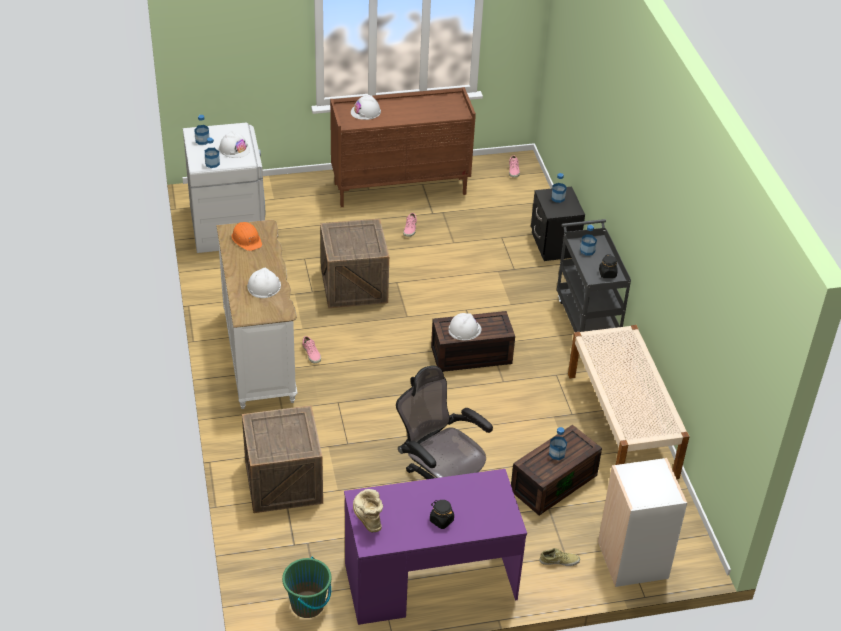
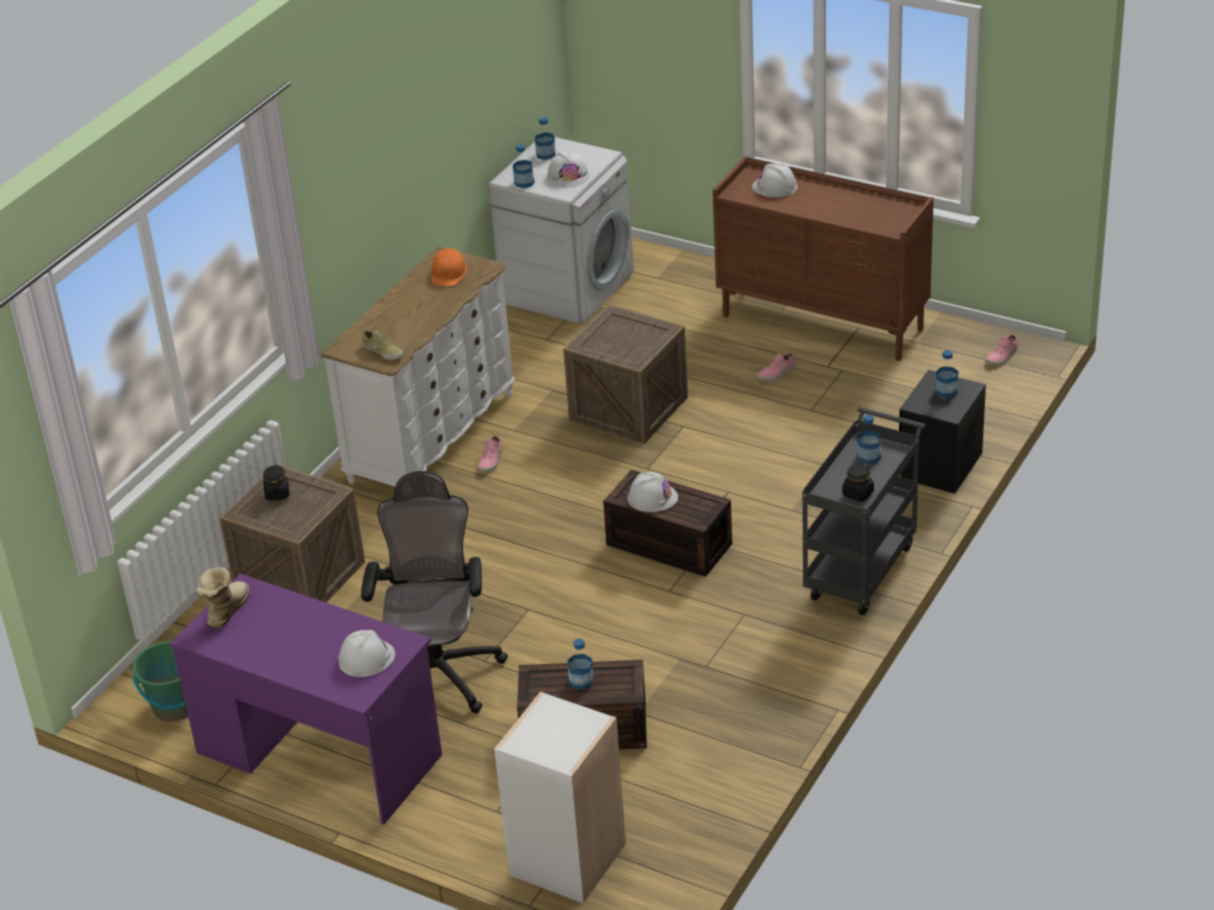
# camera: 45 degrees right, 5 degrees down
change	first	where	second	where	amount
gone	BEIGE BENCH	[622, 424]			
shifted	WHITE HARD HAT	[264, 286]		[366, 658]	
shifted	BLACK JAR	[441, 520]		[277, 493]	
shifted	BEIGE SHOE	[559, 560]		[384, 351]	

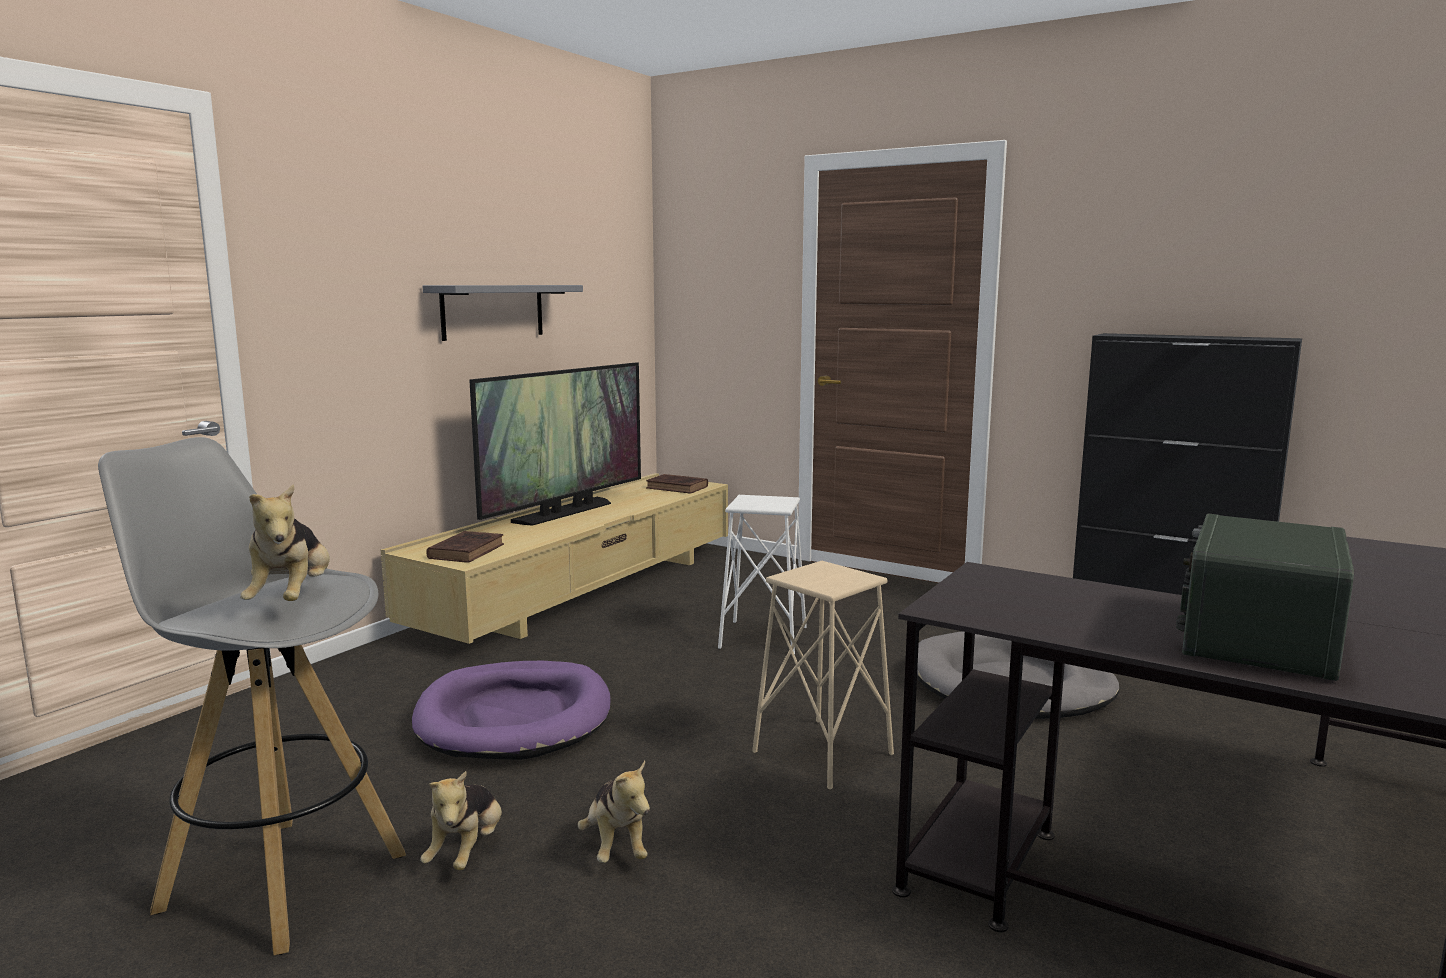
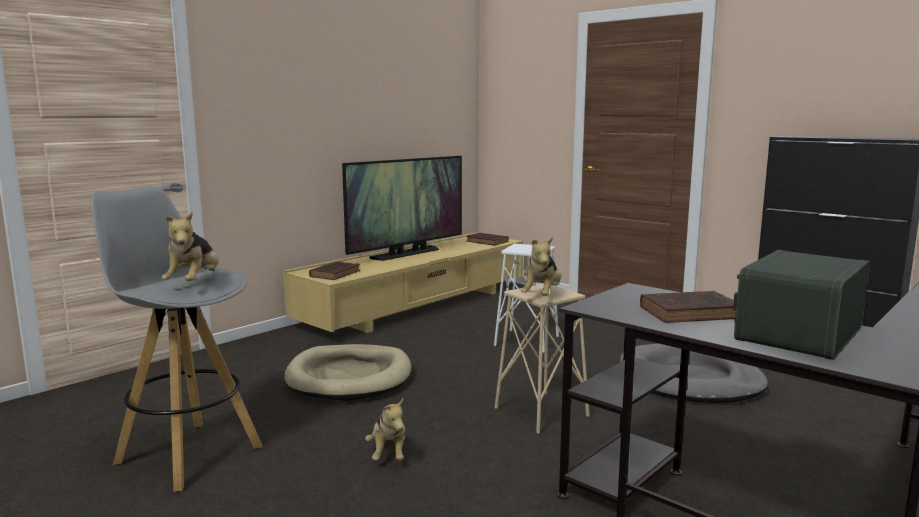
# camera: 10 degrees right, 0 degrees up
change	first	where	second	where	amount
gone	GREY SHELF	[493, 311]			
new			BROWN BOOK	[692, 312]	
shifted	PLUSH TOY	[467, 852]		[542, 296]	
repainted	PURPLE DOG BED	[514, 717]	BEIGE DOG BED	[350, 377]	

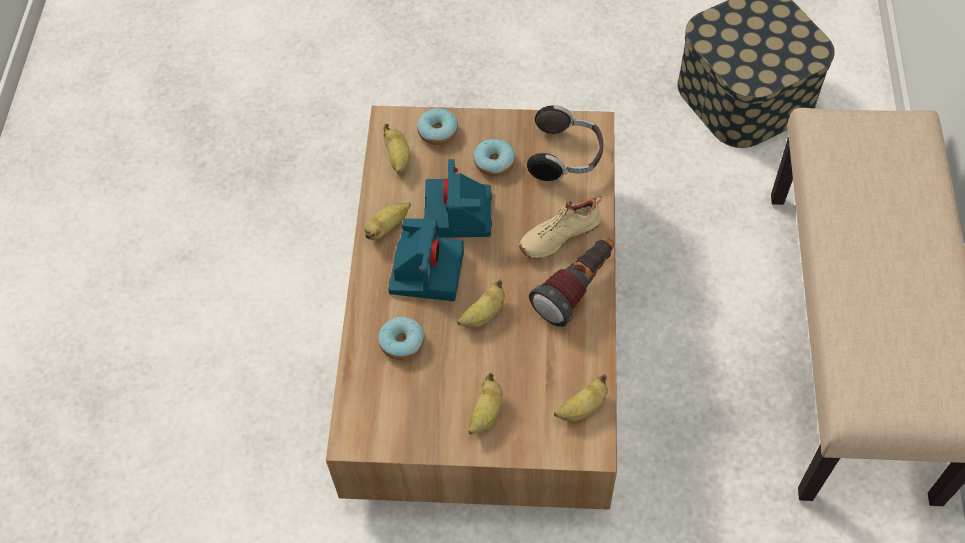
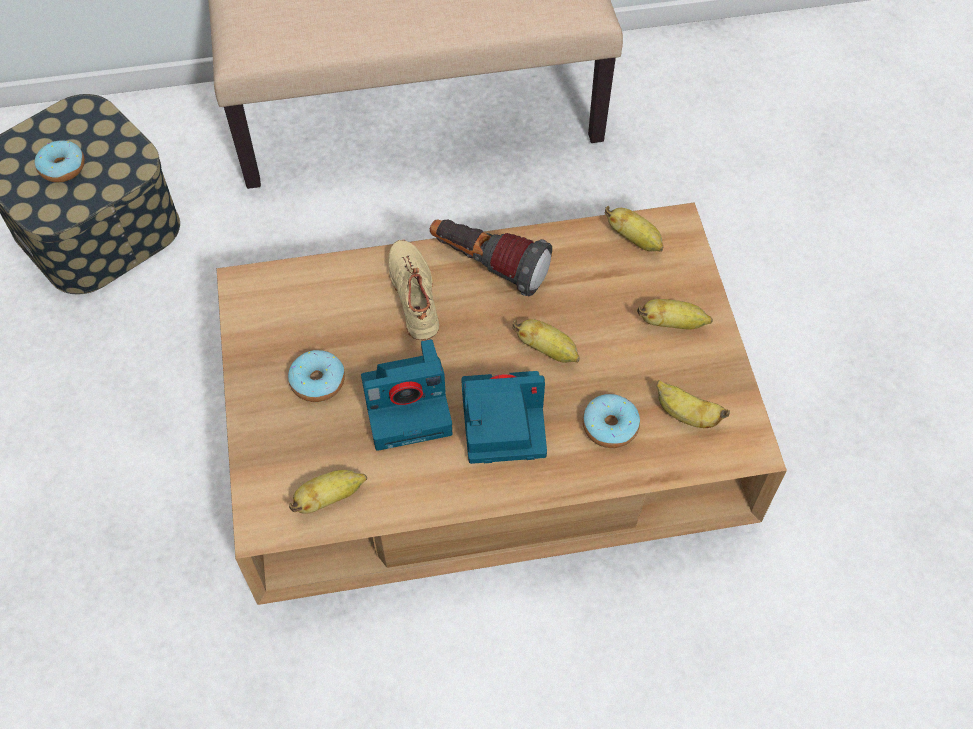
# camera: 105 degrees left, 0 degrees up
change	first	where	second	where	amount
gone	HEADPHONES	[566, 157]			
shifted	BANANA	[387, 227]		[685, 414]	
shifted	DONUT	[438, 132]		[62, 168]	
rotated	BEIGE SHOE	[558, 234]		[416, 295]	150 degrees counterclockwise

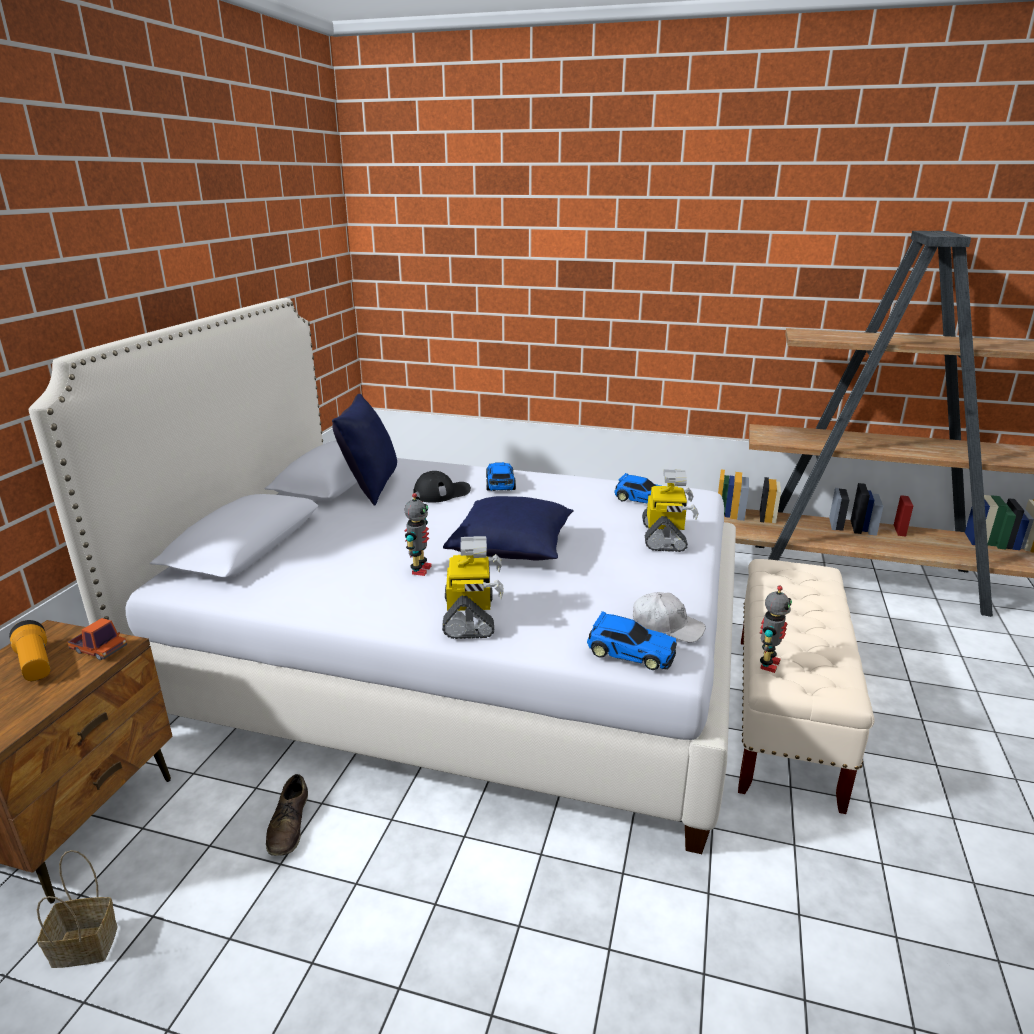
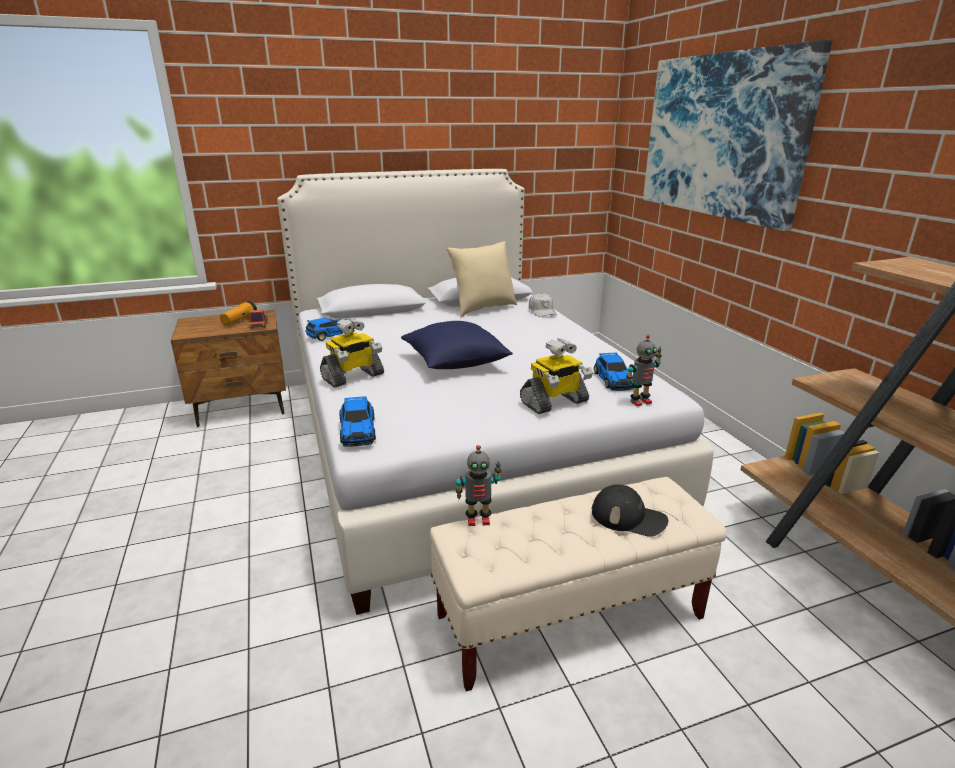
# camera: 55 degrees right, 0 degrees up
change	first	where	second	where	amount
gone	BASKET	[87, 944]			
gone	BROWN SHOE	[289, 825]			
new			PICTURE	[721, 136]	
shifted	TOY ROBOT	[419, 570]		[640, 401]	
shifted	BLACK CAP	[442, 493]		[628, 517]	
shifted	TOY CAR	[500, 483]		[330, 334]	
shifted	WHITE CAP	[666, 626]		[542, 311]	
repainted	BLUE PILLOW	[370, 487]	BEIGE PILLOW	[482, 308]	

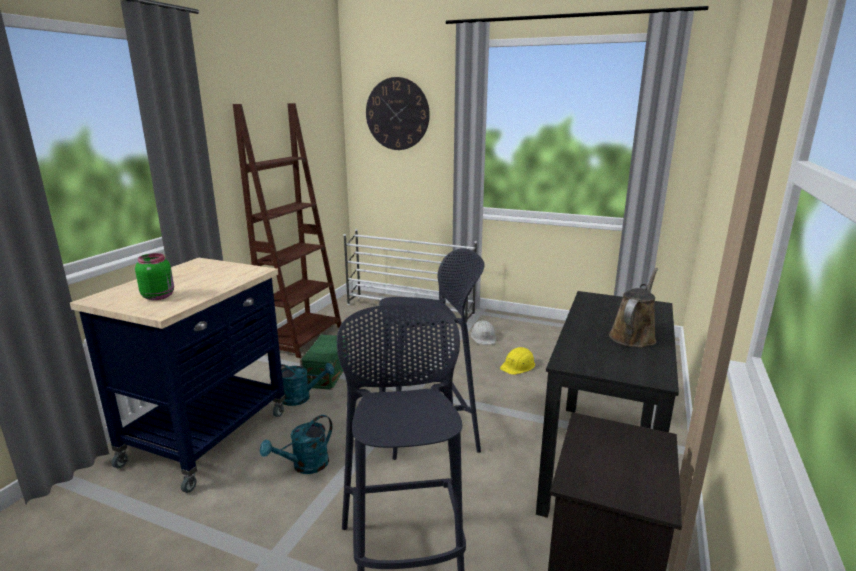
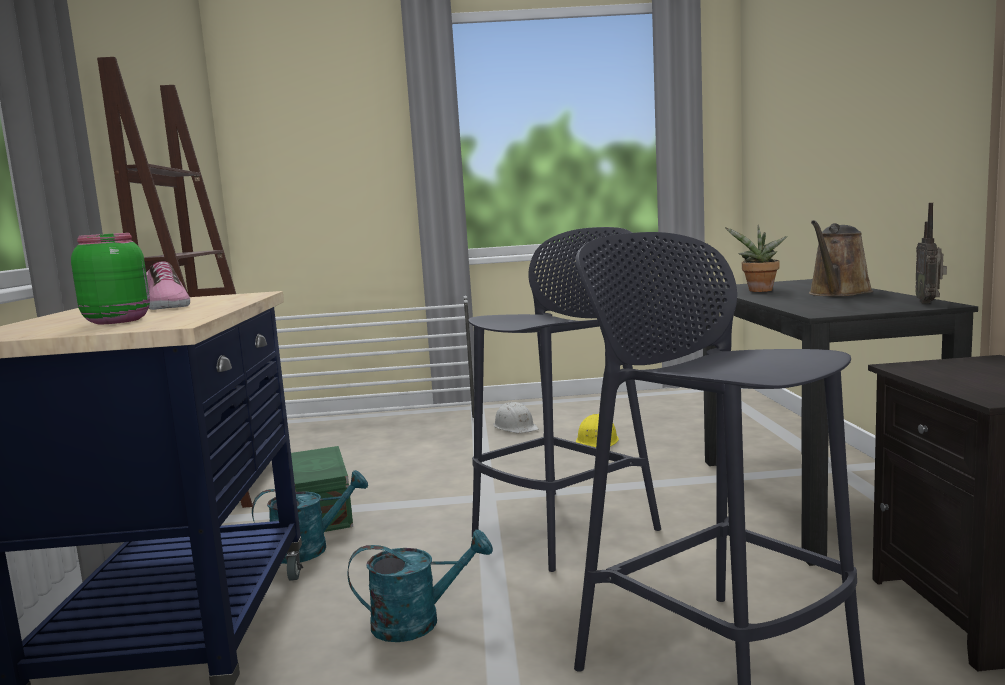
# camera: 25 degrees left, 10 degrees down
change	first	where	second	where	amount
gone	WALL CLOCK	[397, 114]			
new			SHOE	[164, 306]	
new			POTTED PLANT	[759, 291]	
new			RADIO	[929, 302]	
rotated	TURQUOISE WATERING CAN	[305, 466]		[418, 622]	120 degrees counterclockwise
rotated	BROWN WATERING CAN	[633, 336]		[838, 293]	150 degrees counterclockwise

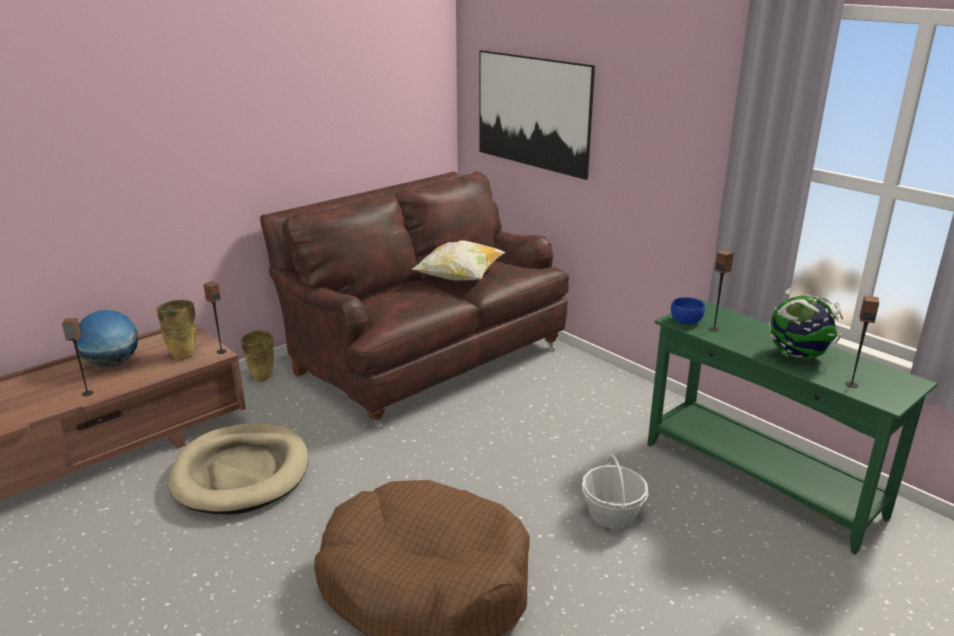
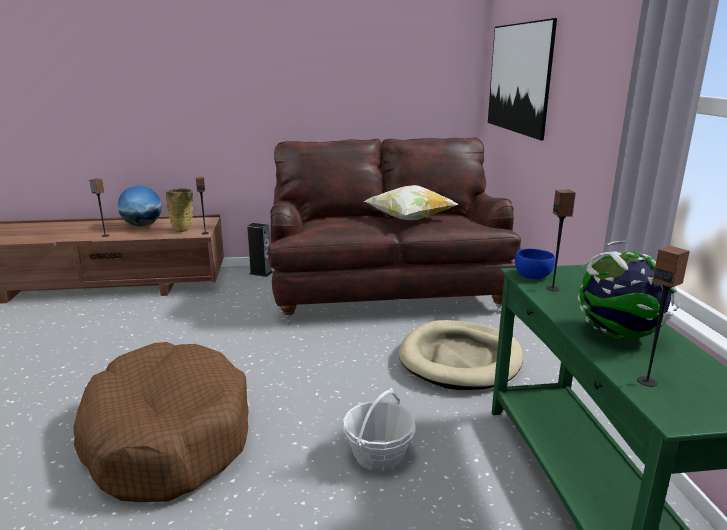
# camera: 35 degrees right, 5 degrees down
change	first	where	second	where	amount
shifted	BEIGE DOG BED	[242, 473]		[460, 359]	
swapped	BEIGE VASE	[262, 379]	SPEAKER	[261, 273]	

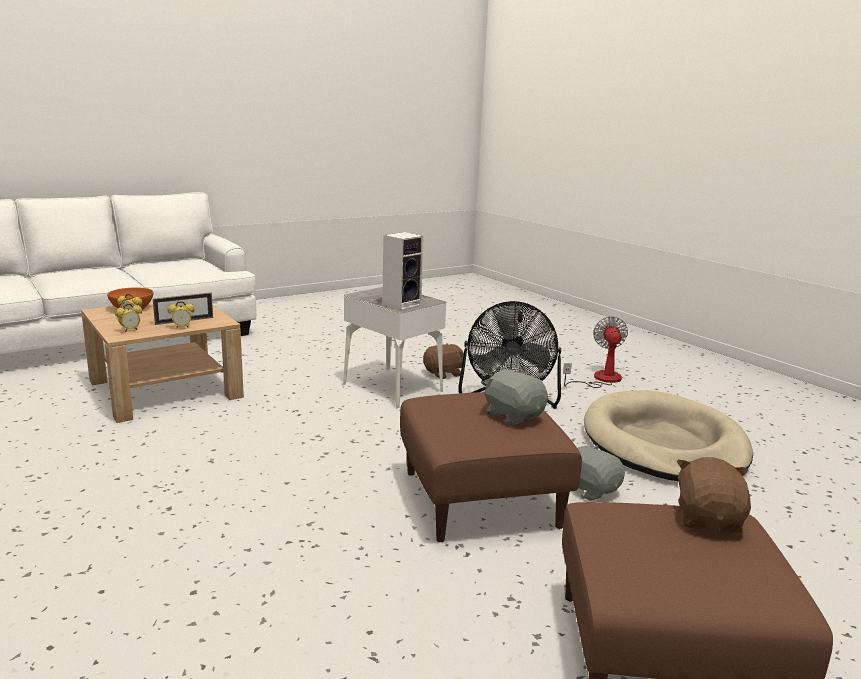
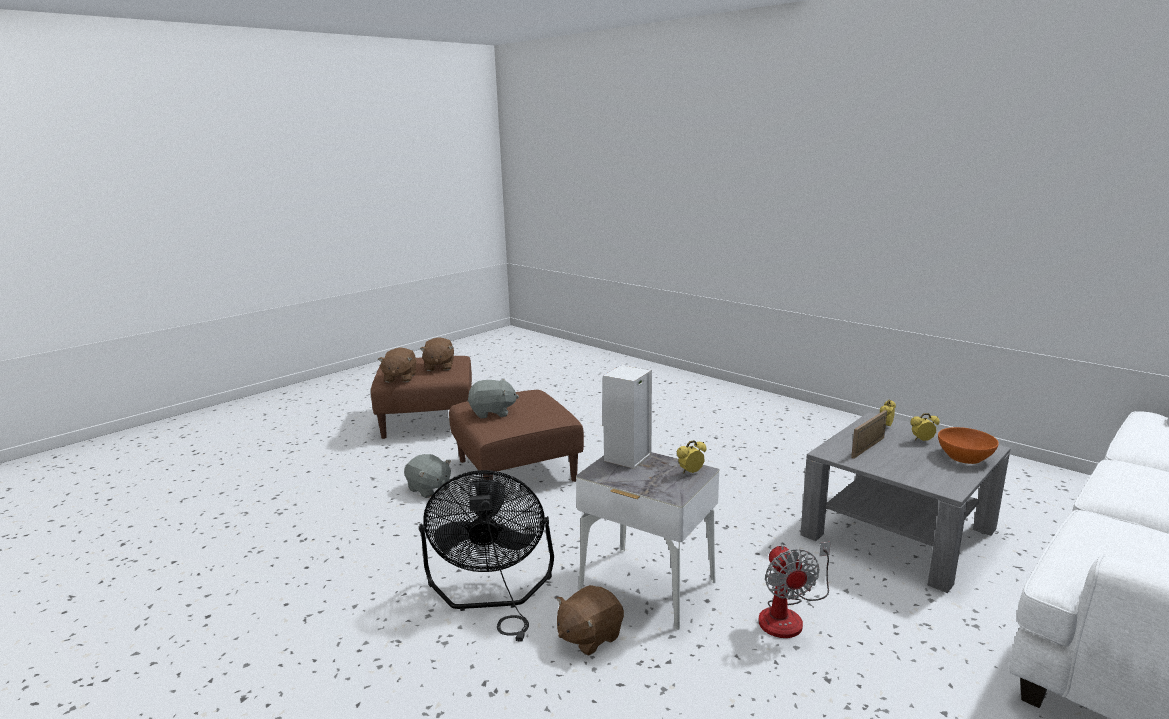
# camera: 170 degrees right, 0 degrees up
change	first	where	second	where	amount
gone	BEIGE DOG BED	[664, 444]			
new			BROWN PLUSH TOY	[439, 367]	
shifted	ALARM CLOCK	[182, 327]		[691, 473]	
shifted	FAN	[600, 379]		[788, 615]	
repainted	BROWN COFFEE TABLE	[165, 389]	GREY COFFEE TABLE	[898, 532]	
rotated	GREY PLUSH TOY	[513, 416]		[492, 412]	45 degrees counterclockwise

